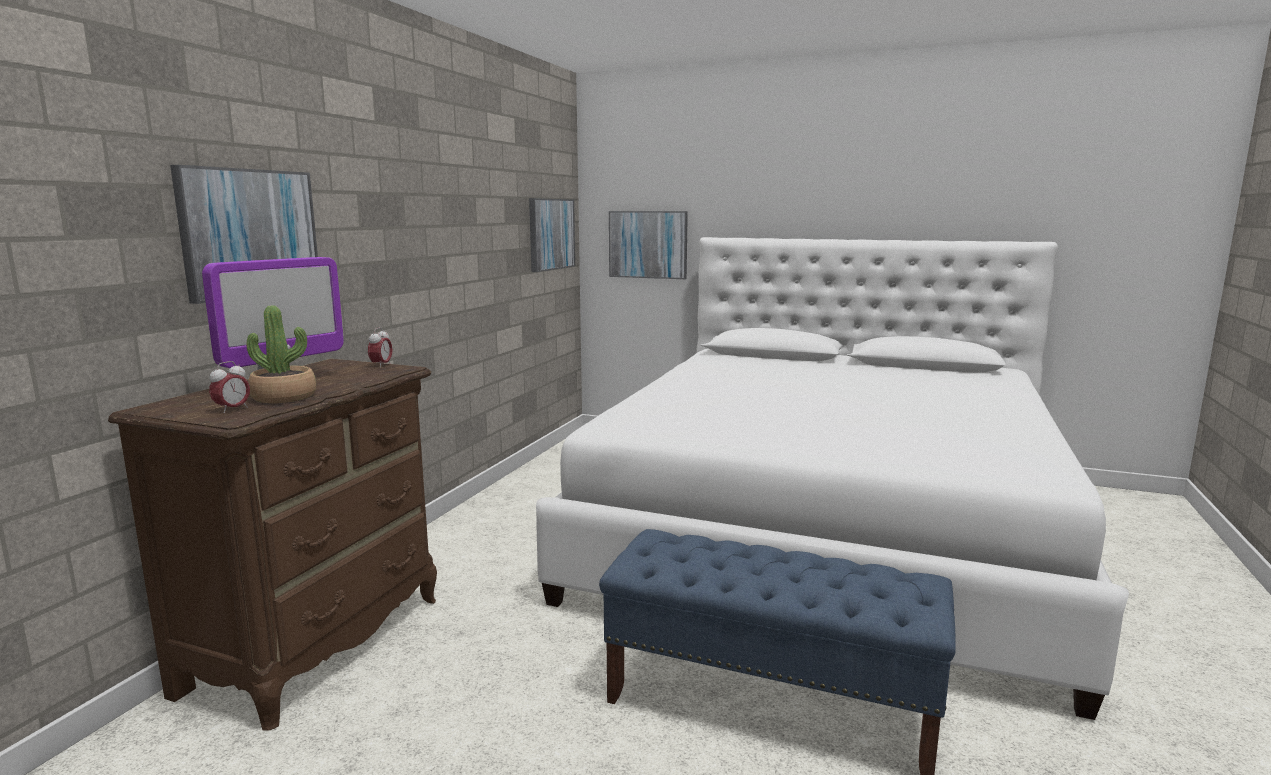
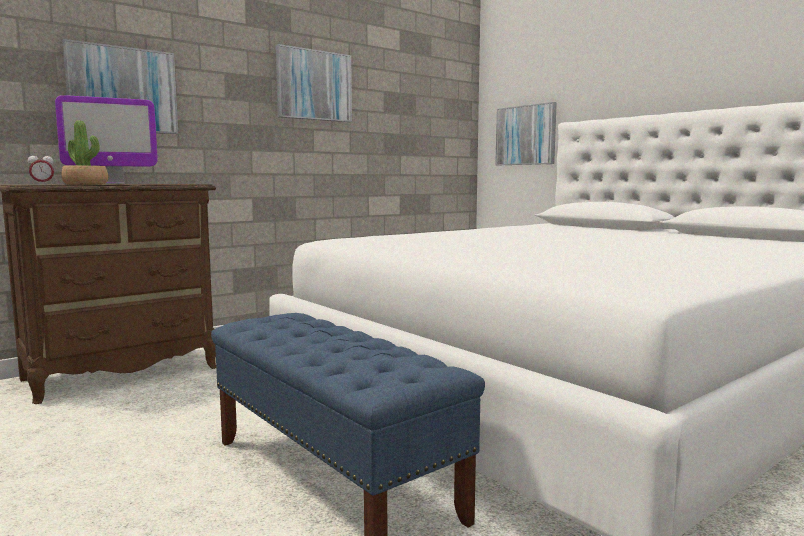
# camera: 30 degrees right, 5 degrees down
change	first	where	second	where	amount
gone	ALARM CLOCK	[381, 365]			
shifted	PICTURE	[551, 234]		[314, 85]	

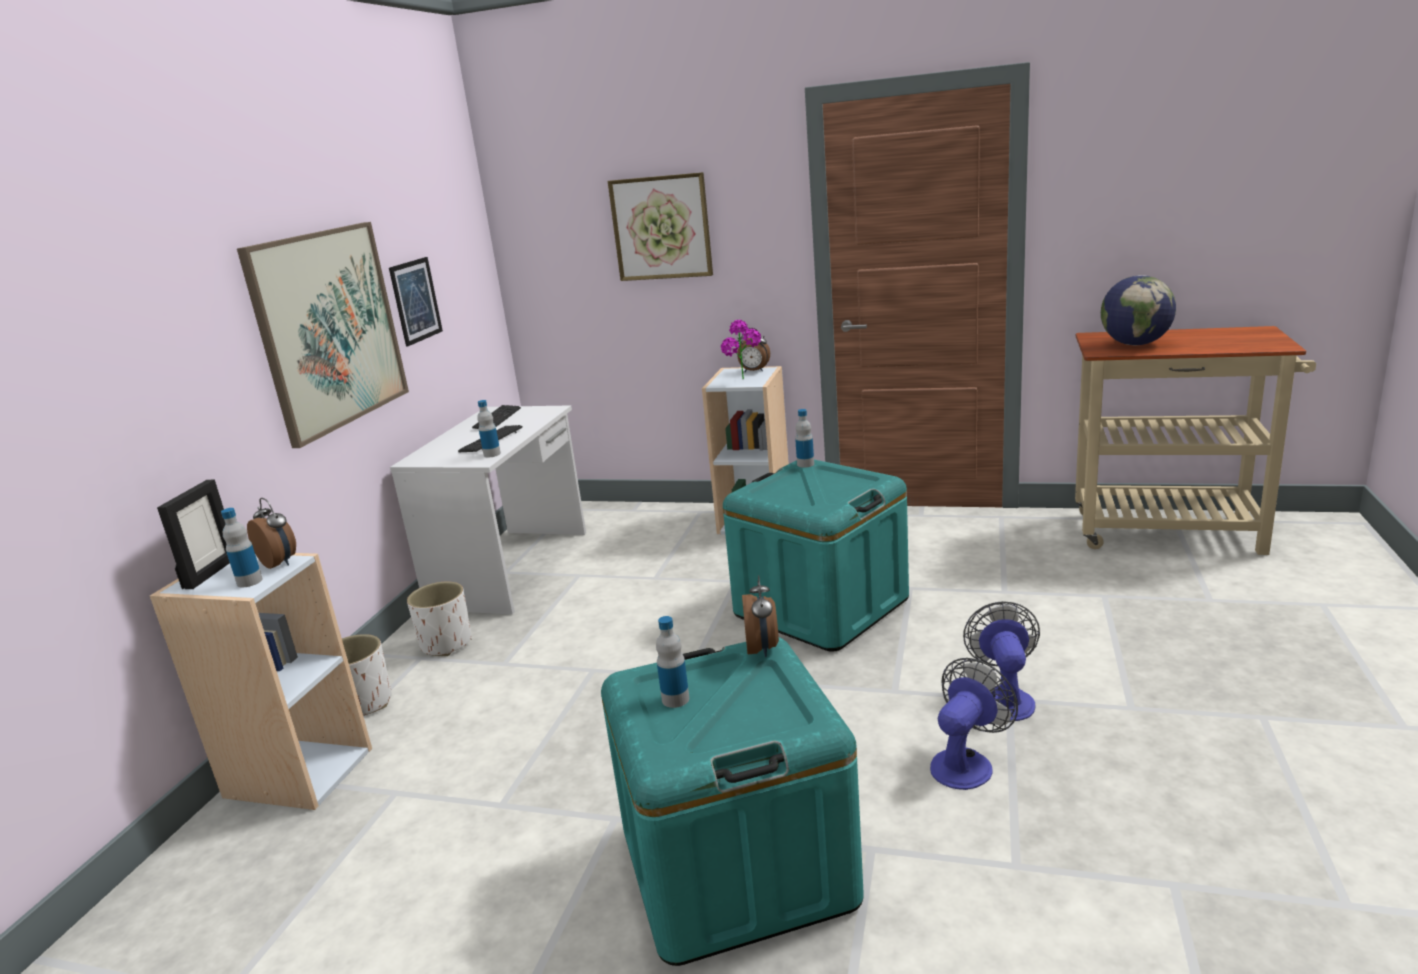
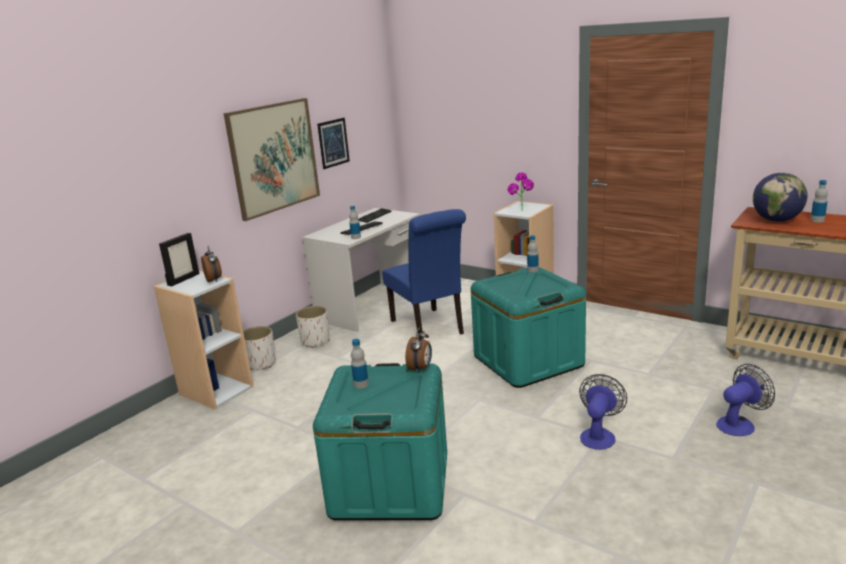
# camera: 20 degrees right, 0 degrees up
change	first	where	second	where	amount
gone	PICTURE	[661, 227]			
gone	ALARM CLOCK	[754, 371]			
new			BLUE CHAIR	[429, 328]	
shifted	BOTTLE	[249, 581]		[817, 220]	
shifted	FAN	[966, 762]		[740, 424]	

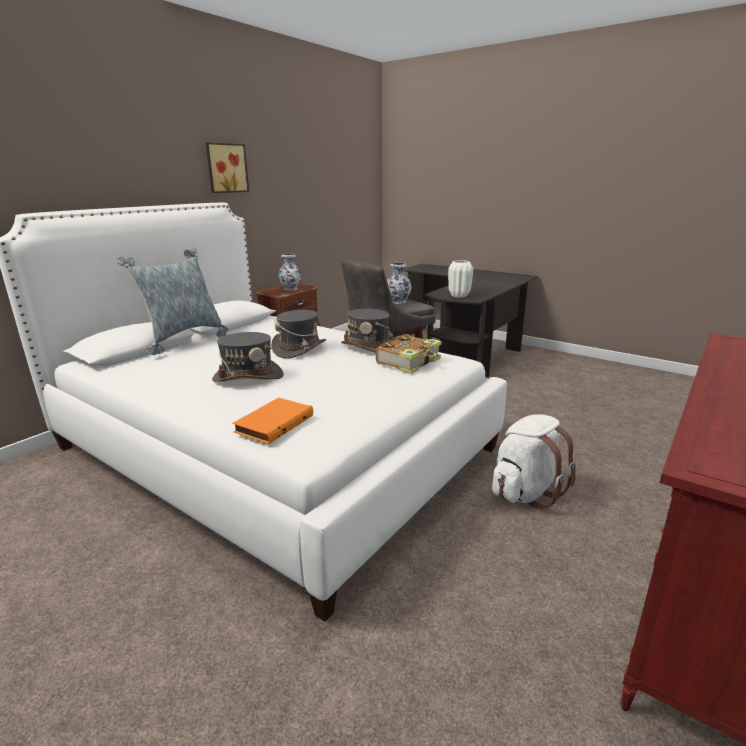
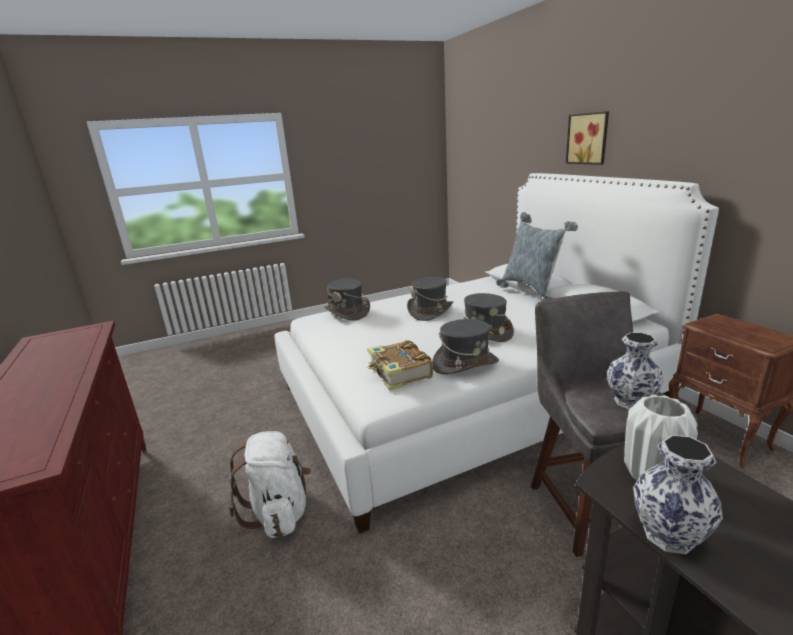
# camera: 120 degrees right, 0 degrees up
change	first	where	second	where	amount
shifted	PICTURE	[226, 168]		[588, 138]	
shifted	VASE	[291, 289]		[667, 534]	
swapped	ORANGE BOOK	[273, 423]	GREY HAT	[348, 312]	

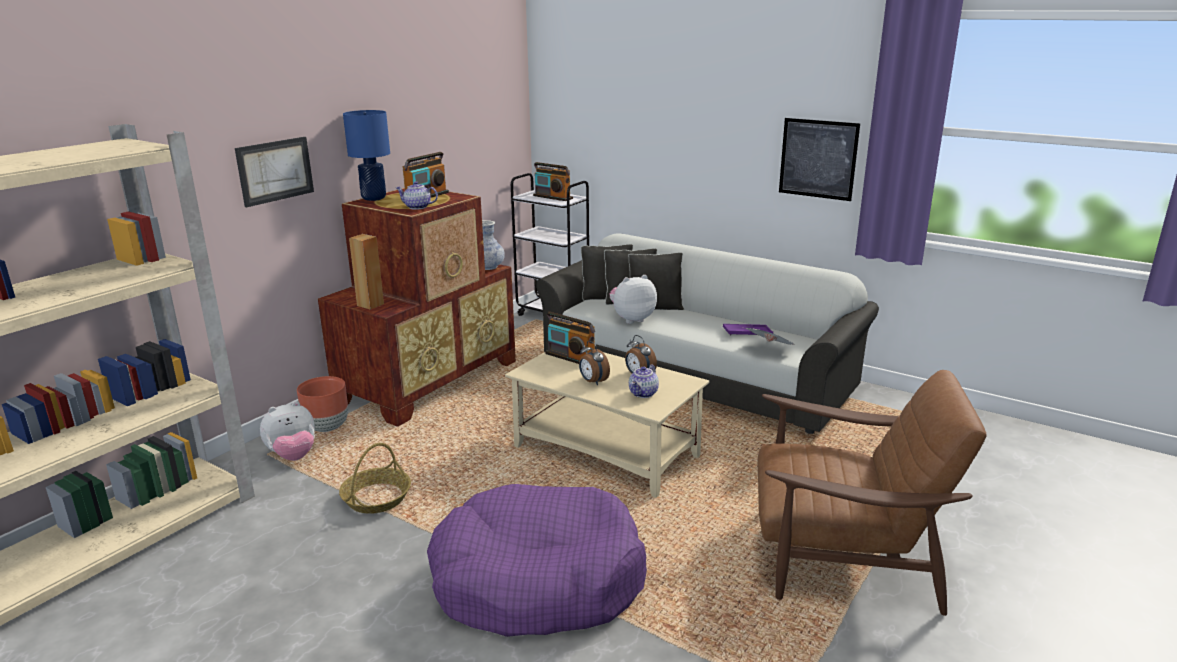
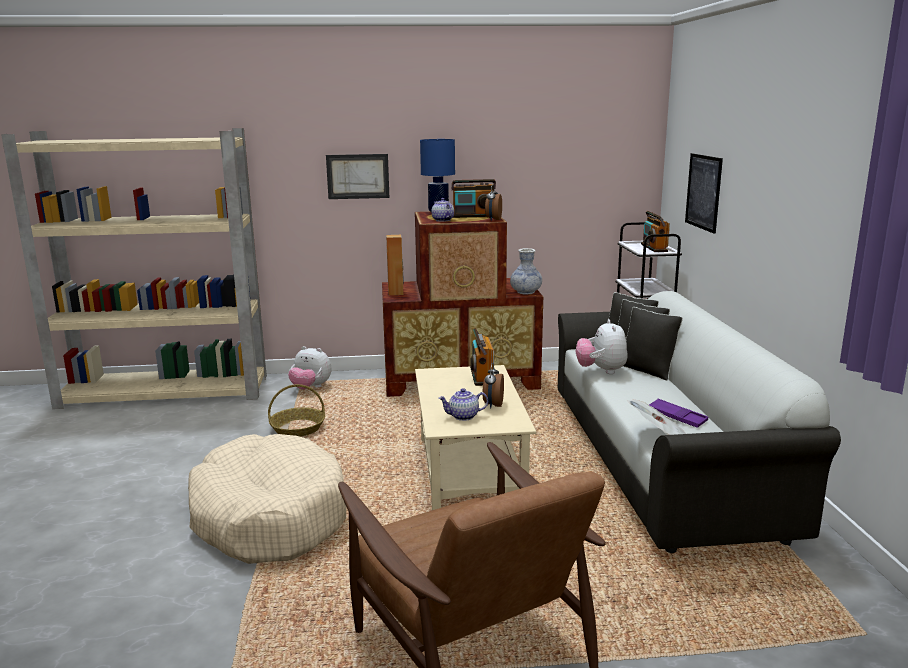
# camera: 50 degrees right, 5 degrees down
change	first	where	second	where	amount
gone	BROWN PLANTER	[327, 427]			
shifted	ALARM CLOCK	[593, 382]		[493, 219]	
shifted	PICTURE	[818, 159]		[703, 192]	
repainted	PURPLE DOG BED	[538, 580]	BEIGE DOG BED	[269, 517]	
rotated	PLUSH TOY	[631, 319]		[601, 371]	120 degrees counterclockwise

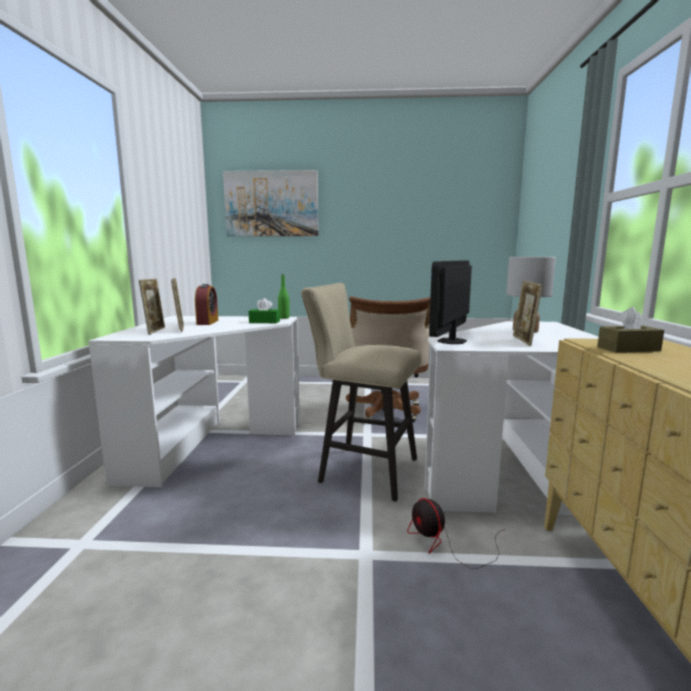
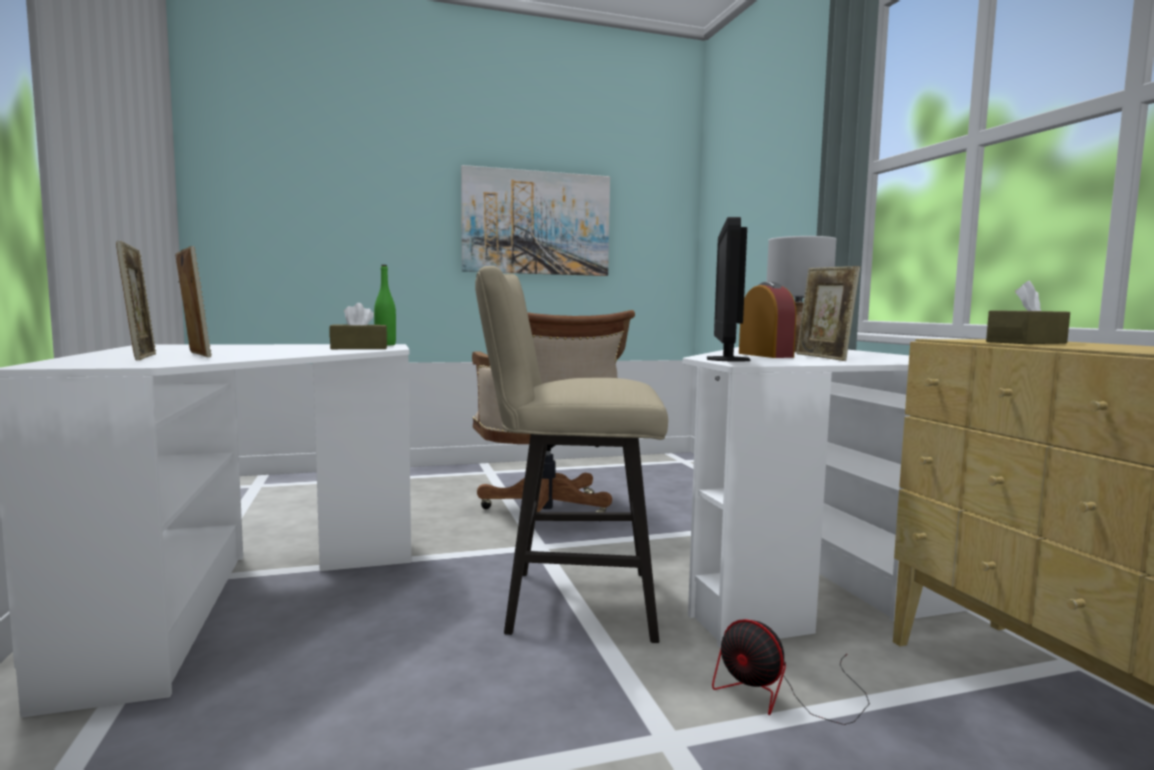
# camera: 20 degrees left, 5 degrees down
change	first	where	second	where	amount
shifted	ALARM CLOCK	[207, 322]		[765, 355]	
shifted	PICTURE	[271, 204]		[536, 223]	
repainted	GREEN TISSUE BOX	[264, 322]	BROWN TISSUE BOX	[359, 348]	

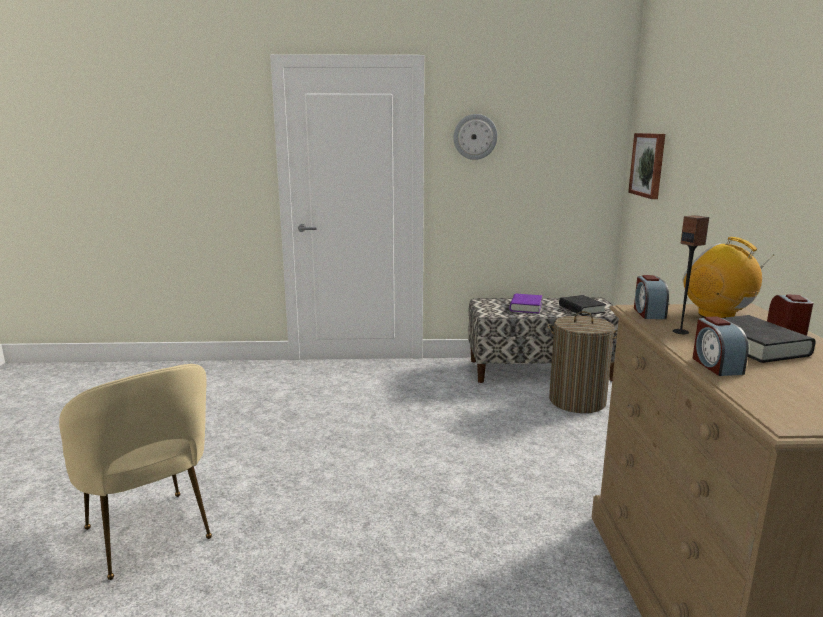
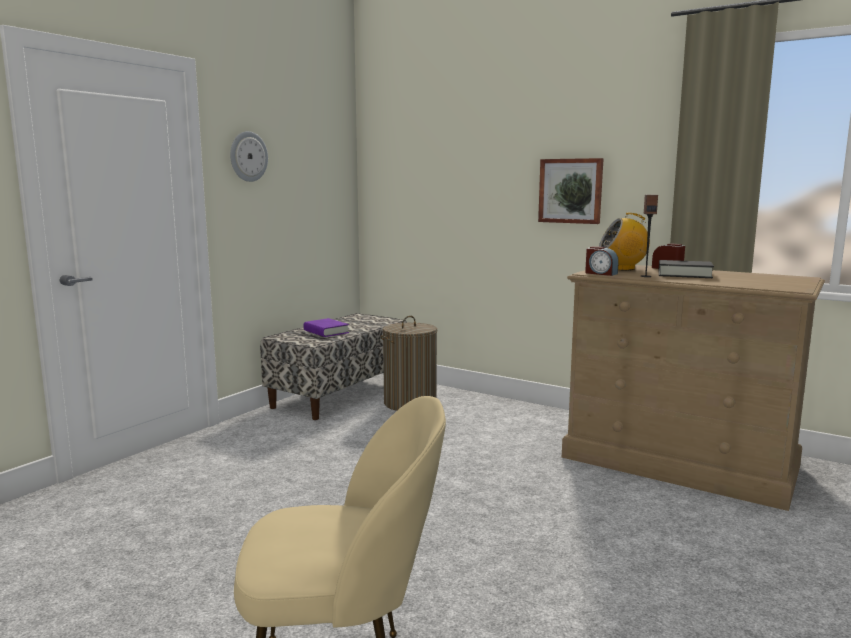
# camera: 55 degrees left, 5 degrees down
change	first	where	second	where	amount
gone	BLACK BOOK	[581, 309]			
gone	ALARM CLOCK	[715, 365]			
shifted	PICTURE	[648, 165]		[571, 191]	

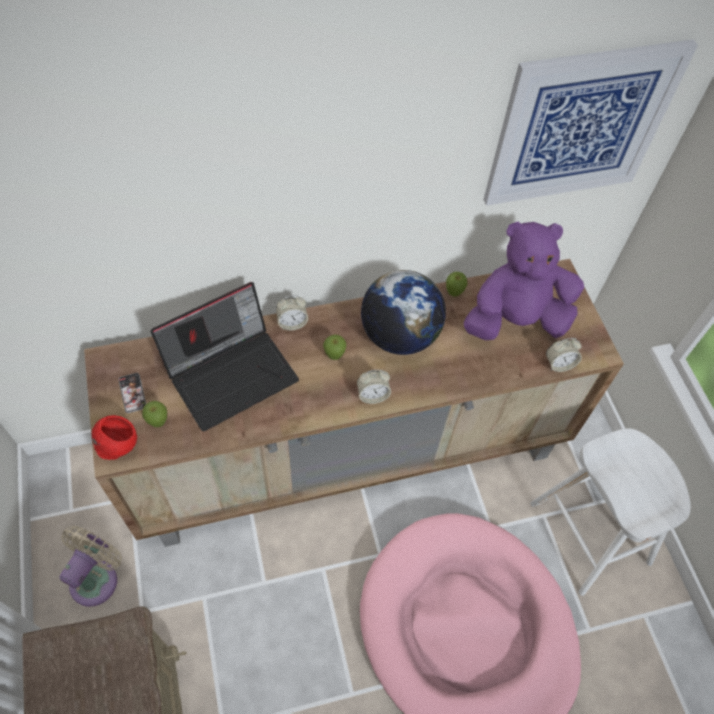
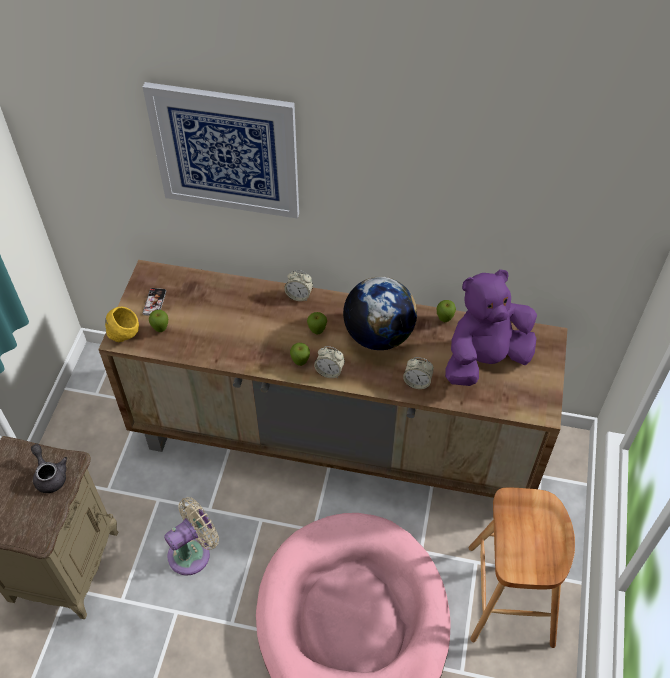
# camera: 30 degrees right, 5 degrees down
change	first	where	second	where	amount
gone	LAPTOP	[232, 373]			
new			GREY TEAPOT	[50, 475]	
new			APPLE	[300, 362]	
shifted	BEIGE FAN	[97, 577]		[193, 552]	
shifted	PICTURE	[580, 125]		[226, 151]	
shifted	ALARM CLOCK	[559, 364]		[417, 382]	
repainted	RED BOWL	[119, 447]	YELLOW BOWL	[125, 336]	
repainted	WHITE STOOL	[589, 532]	BROWN STOOL	[510, 594]	
rotated	PURPLE PLUSH TOY	[515, 320]		[484, 359]	45 degrees counterclockwise

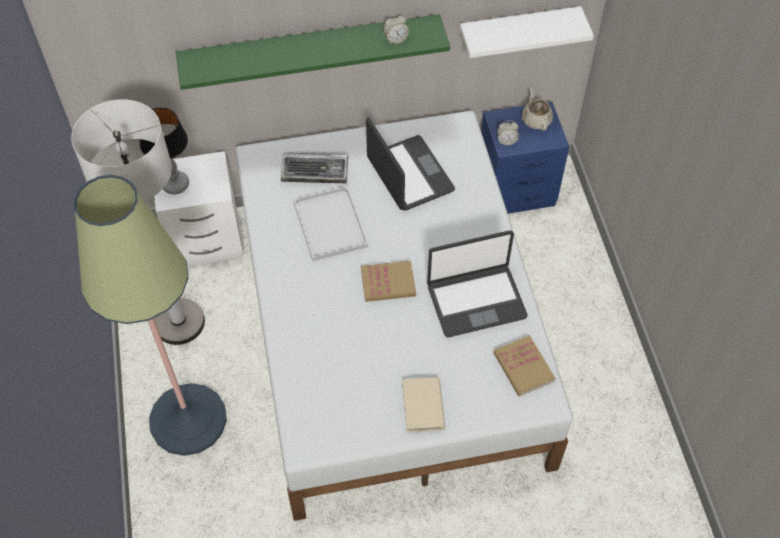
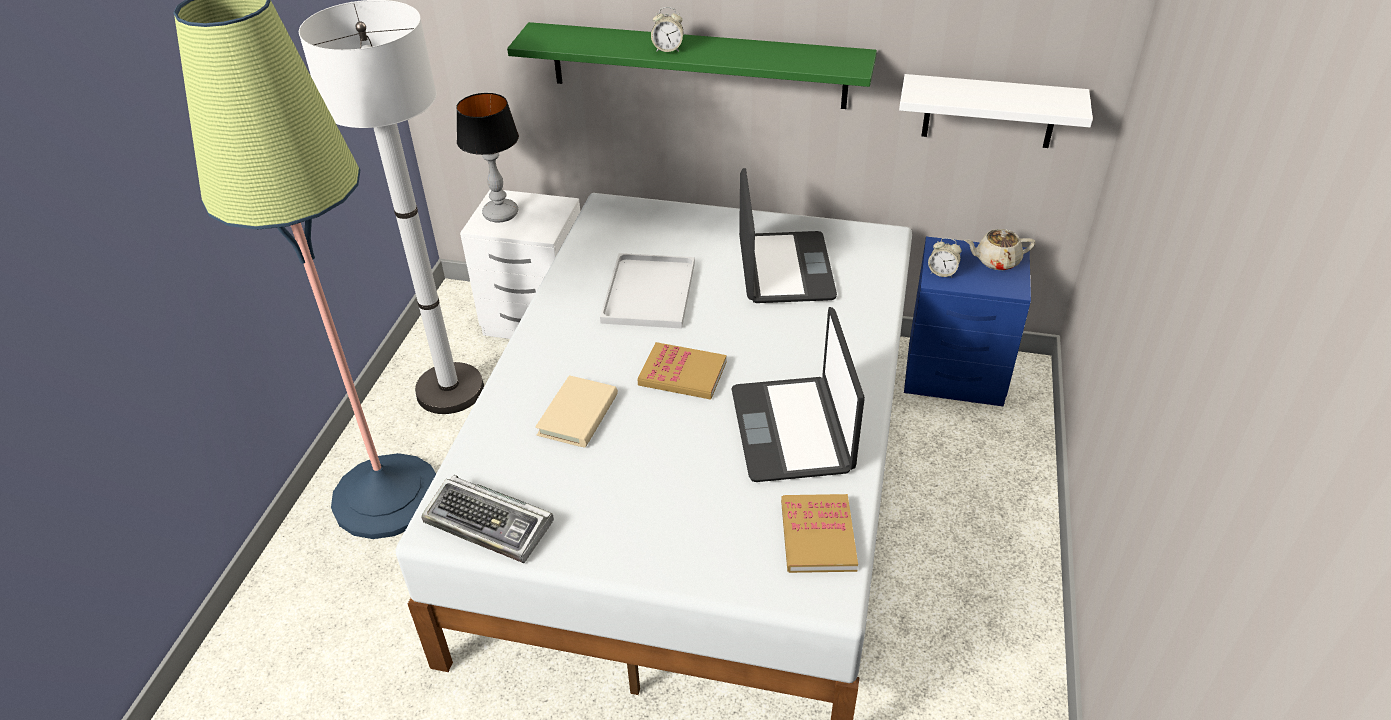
# camera: 25 degrees right, 15 degrees down
change	first	where	second	where	amount
shifted	KEYBOARD	[316, 171]		[490, 524]	
shifted	ALARM CLOCK	[395, 39]		[668, 49]	
shifted	BEIGE BOOK	[423, 406]		[578, 415]	
rotated	LAPTOP	[476, 300]		[793, 430]	75 degrees clockwise
rotated	BEIGE TEAPOT	[536, 120]		[996, 261]	105 degrees counterclockwise

